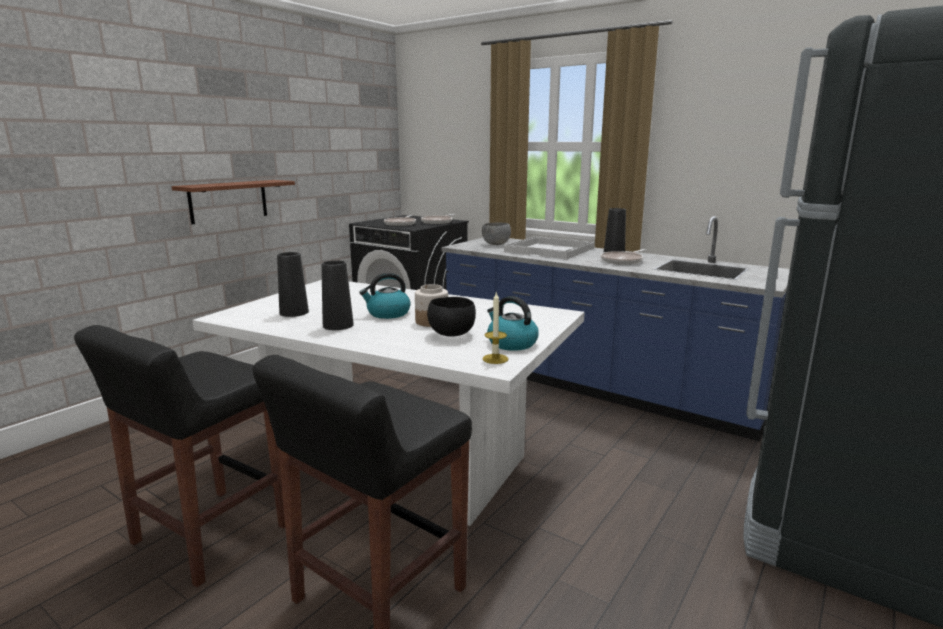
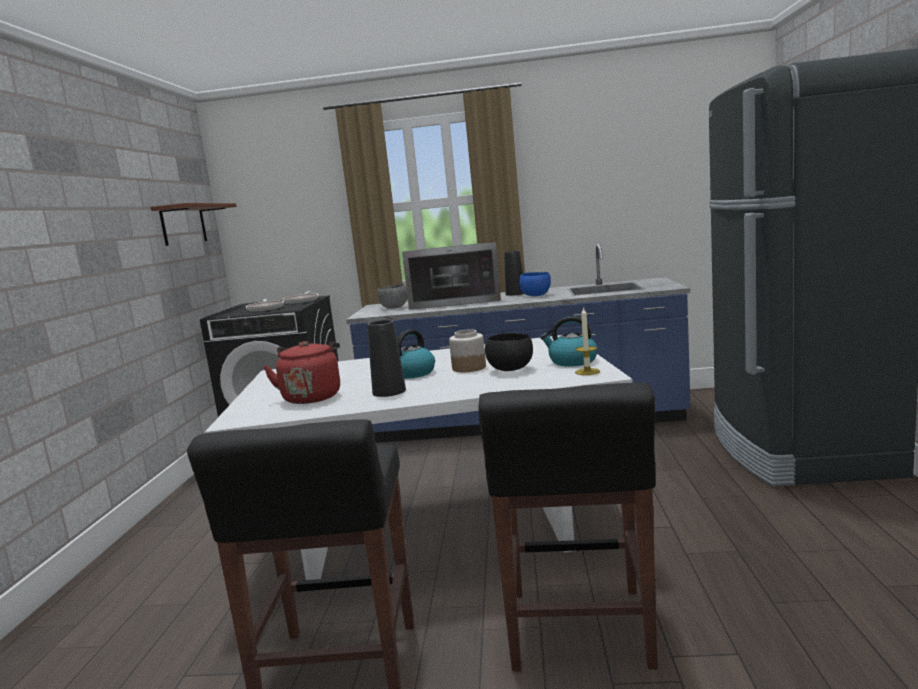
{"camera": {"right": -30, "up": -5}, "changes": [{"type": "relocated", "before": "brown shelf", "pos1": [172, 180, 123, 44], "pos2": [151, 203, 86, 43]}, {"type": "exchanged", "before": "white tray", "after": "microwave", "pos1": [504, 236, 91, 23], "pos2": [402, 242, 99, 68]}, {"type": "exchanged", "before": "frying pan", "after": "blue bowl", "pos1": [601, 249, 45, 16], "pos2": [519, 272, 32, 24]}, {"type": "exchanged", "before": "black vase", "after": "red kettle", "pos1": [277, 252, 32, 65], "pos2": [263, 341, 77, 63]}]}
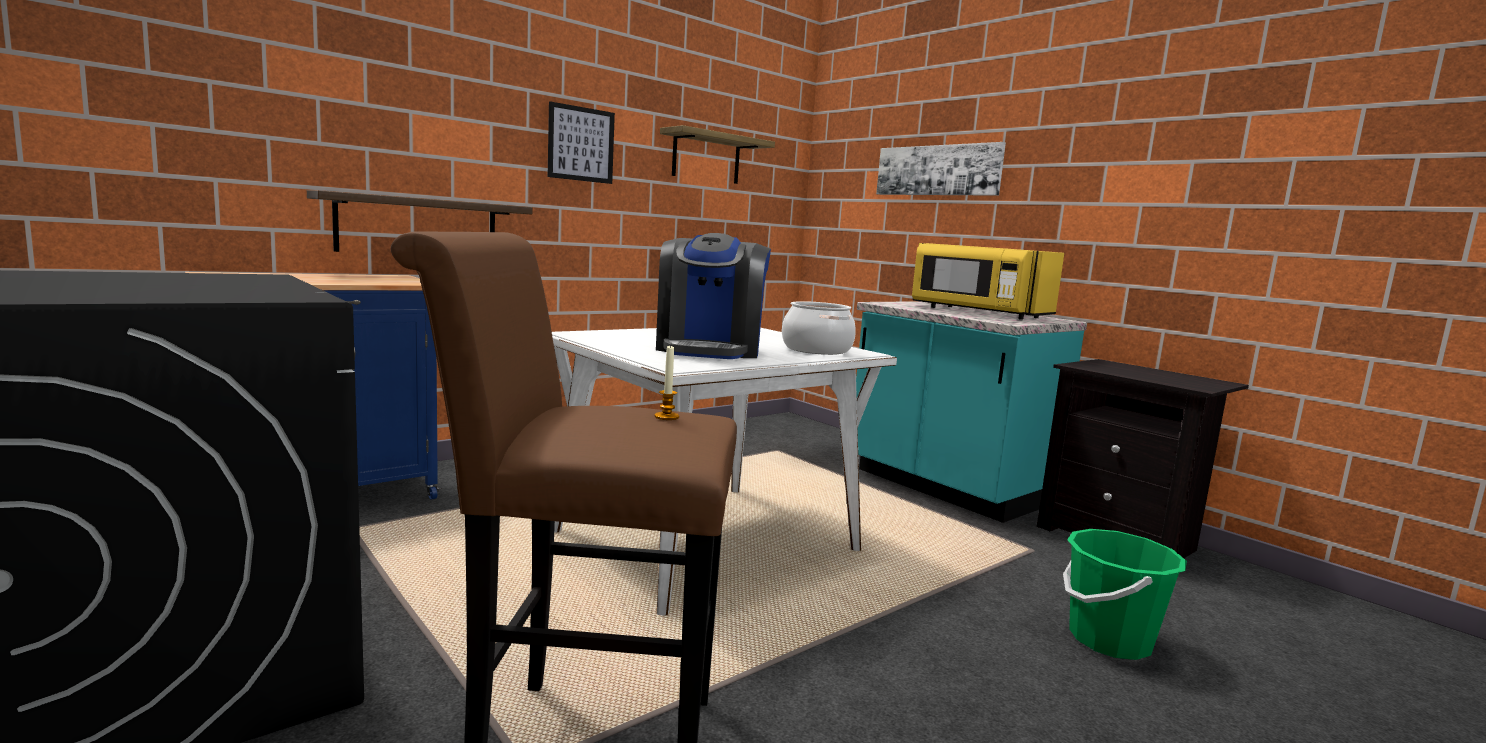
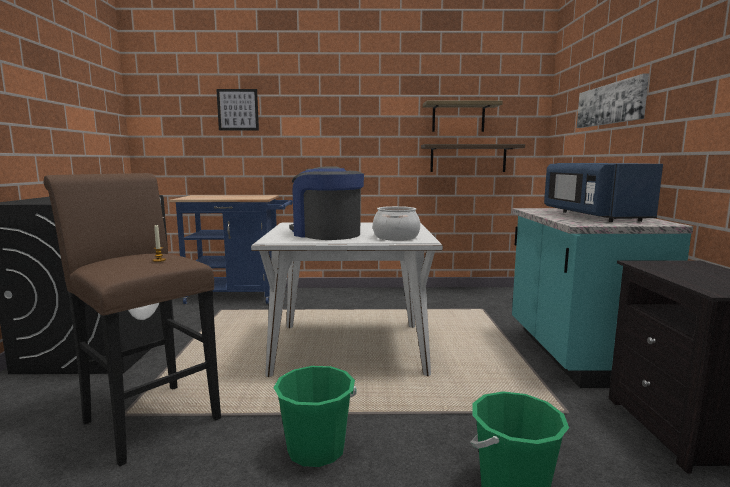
{"camera": {"right": 40, "up": 0}, "changes": [{"type": "relocated", "before": "picture", "pos1": [548, 101, 67, 83], "pos2": [216, 89, 43, 41]}, {"type": "relocated", "before": "shelf", "pos1": [307, 190, 225, 62], "pos2": [421, 144, 104, 28]}, {"type": "spun", "before": "coffee machine", "pos1": [656, 233, 115, 126], "pos2": [289, 166, 75, 74], "turn": 90}, {"type": "colour", "before": "yellow microwave", "after": "blue microwave", "pos1": [912, 243, 152, 77], "pos2": [544, 163, 119, 59]}, {"type": "appeared", "after": "green bucket", "pos2": [274, 366, 83, 101]}]}
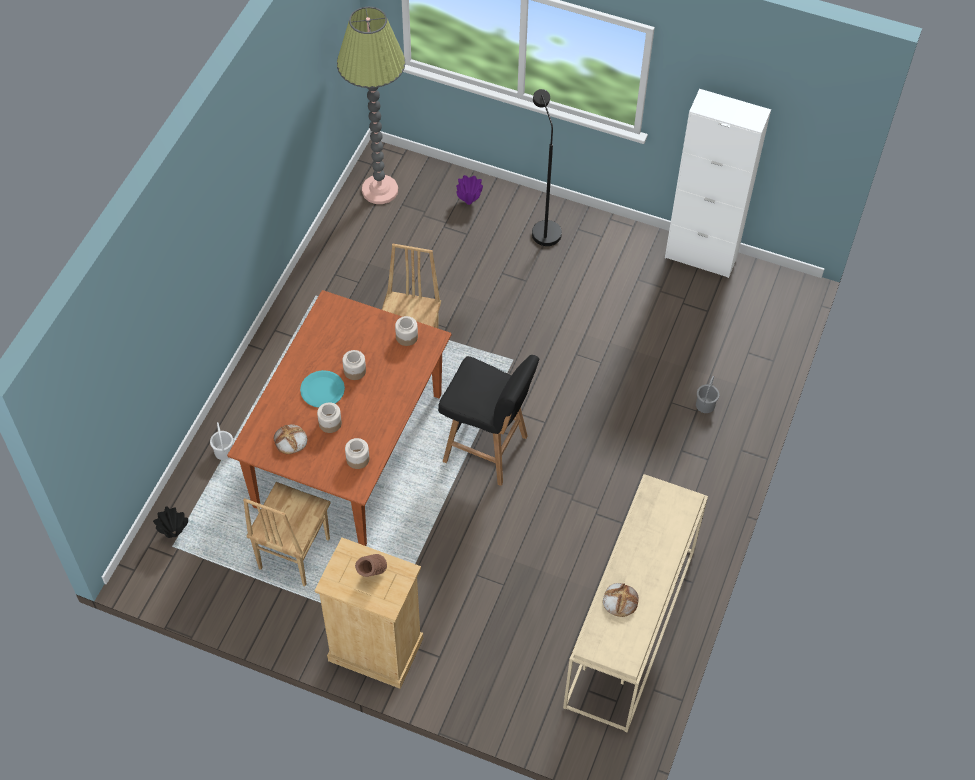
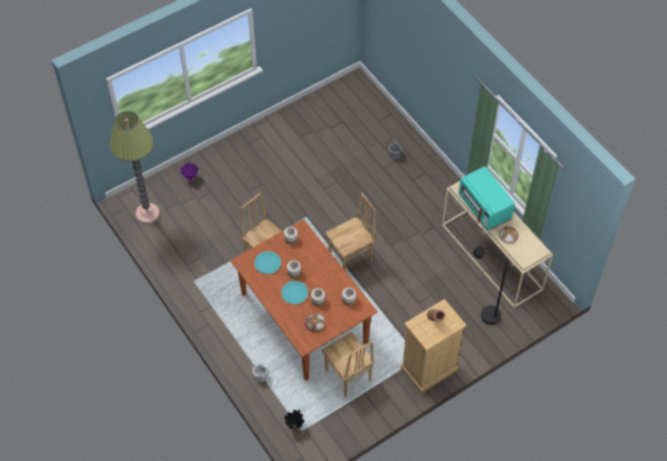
{"camera": {"right": -55, "up": 0}, "changes": [{"type": "relocated", "before": "black floor lamp", "pos1": [532, 89, 30, 157], "pos2": [473, 247, 35, 78]}, {"type": "missing", "before": "white cabinet", "pos1": [665, 89, 106, 189]}, {"type": "exchanged", "before": "black stool", "after": "brown chair", "pos1": [438, 355, 101, 131], "pos2": [325, 193, 51, 78]}, {"type": "appeared", "after": "turquoise microwave", "pos2": [458, 166, 57, 65]}, {"type": "appeared", "after": "turquoise plate", "pos2": [254, 251, 27, 23]}]}
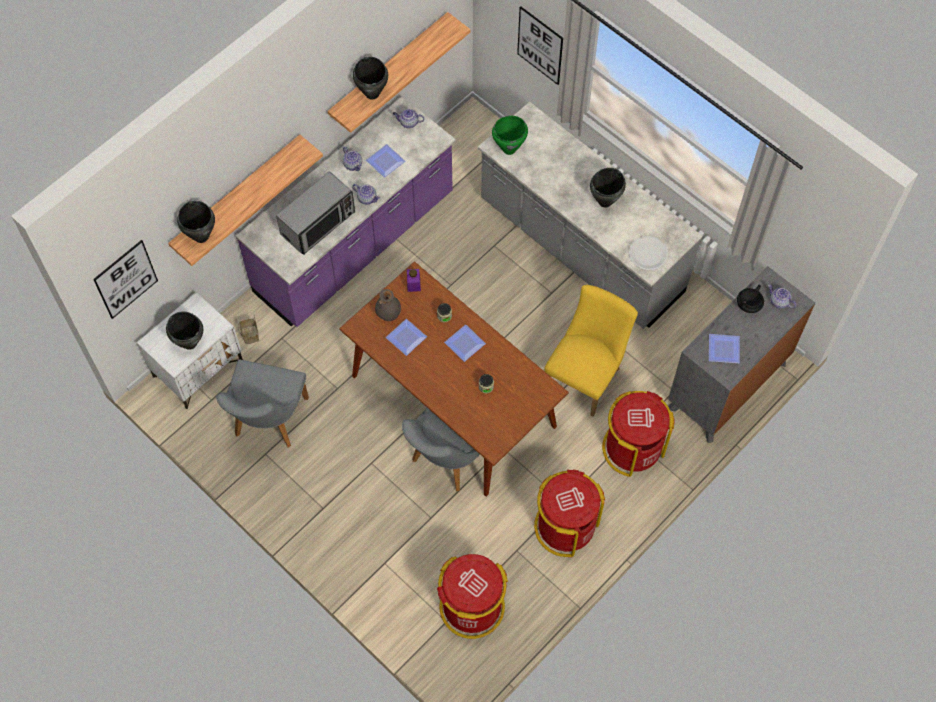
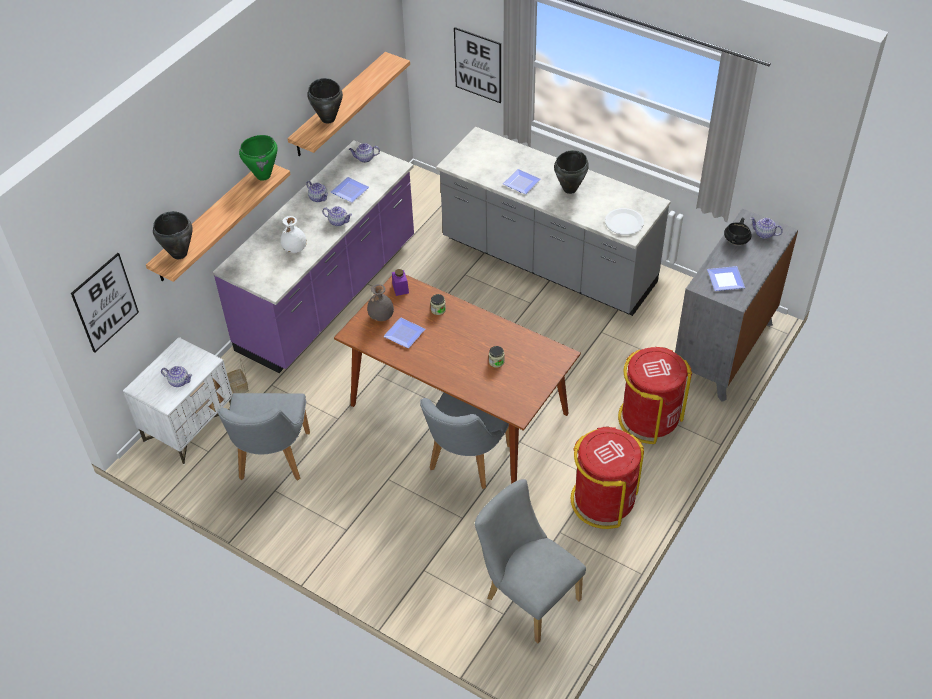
{"camera": {"right": -10, "up": -15}, "changes": [{"type": "relocated", "before": "green cooking pot", "pos1": [492, 116, 36, 39], "pos2": [239, 135, 39, 46]}, {"type": "exchanged", "before": "microwave", "after": "white vase", "pos1": [276, 172, 79, 83], "pos2": [281, 216, 26, 37]}, {"type": "missing", "before": "yellow chair", "pos1": [544, 285, 94, 132]}, {"type": "exchanged", "before": "black cooking pot", "after": "teapot", "pos1": [166, 312, 37, 38], "pos2": [161, 366, 32, 21]}, {"type": "relocated", "before": "plate", "pos1": [444, 325, 42, 37], "pos2": [503, 169, 38, 25]}, {"type": "exchanged", "before": "red trash can", "after": "grey chair", "pos1": [437, 554, 71, 85], "pos2": [475, 479, 111, 164]}]}
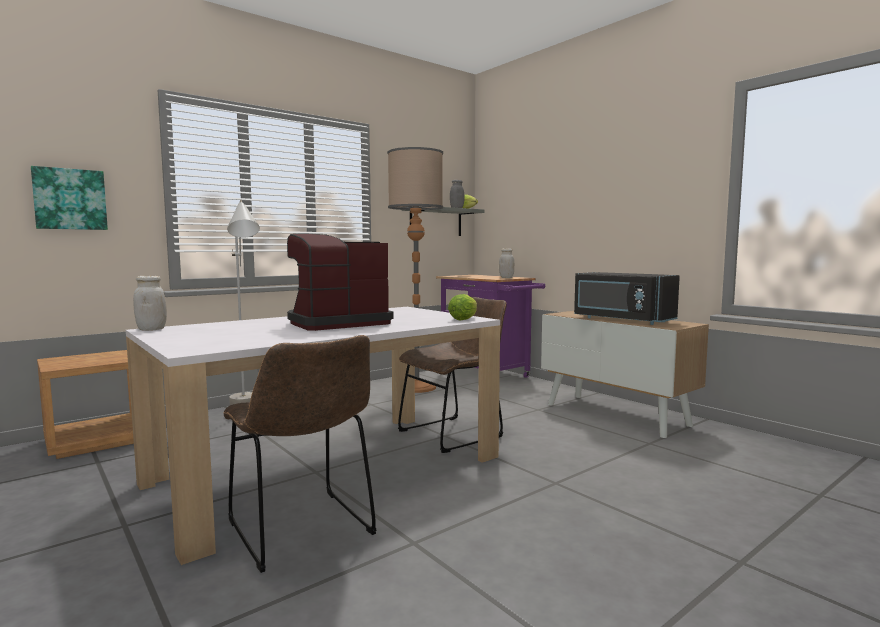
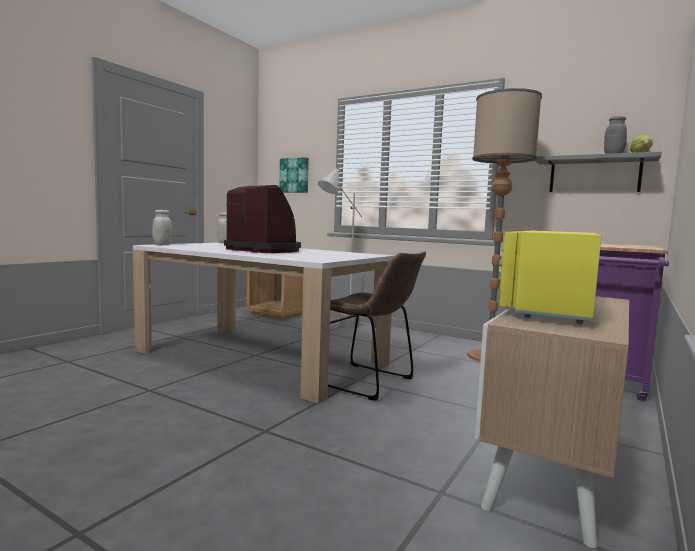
{"camera": {"right": 70, "up": 0}, "changes": [{"type": "relocated", "before": "white jar", "pos1": [499, 248, 15, 30], "pos2": [152, 210, 20, 35]}, {"type": "colour", "before": "black microwave", "after": "yellow microwave", "pos1": [574, 272, 106, 53], "pos2": [499, 231, 103, 93]}, {"type": "missing", "before": "lettuce", "pos1": [448, 294, 29, 26]}, {"type": "missing", "before": "brown chair", "pos1": [224, 335, 153, 238]}]}
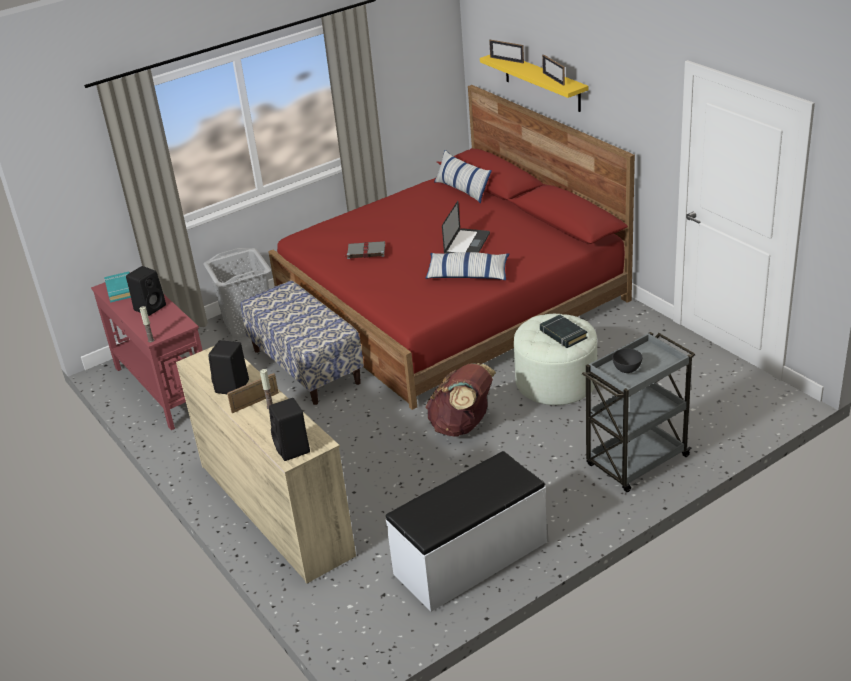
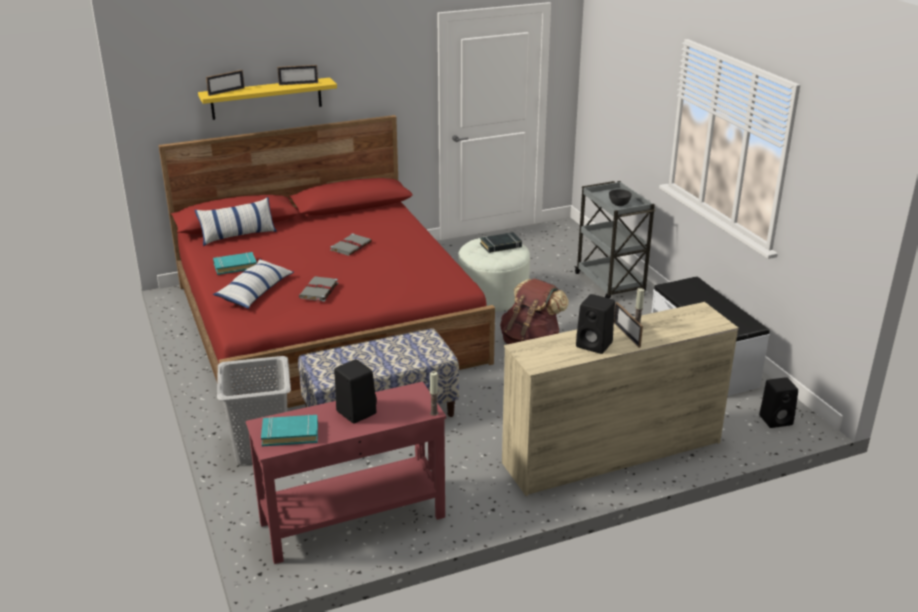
{"camera": {"right": -80, "up": -5}, "changes": [{"type": "exchanged", "before": "laptop", "after": "grey book", "pos1": [442, 201, 48, 53], "pos2": [330, 233, 42, 23]}, {"type": "relocated", "before": "pillow", "pos1": [426, 252, 83, 28], "pos2": [213, 259, 81, 50]}, {"type": "relocated", "before": "black speaker", "pos1": [269, 398, 41, 63], "pos2": [759, 377, 39, 51]}, {"type": "appeared", "after": "turquoise book", "pos2": [213, 252, 44, 23]}]}
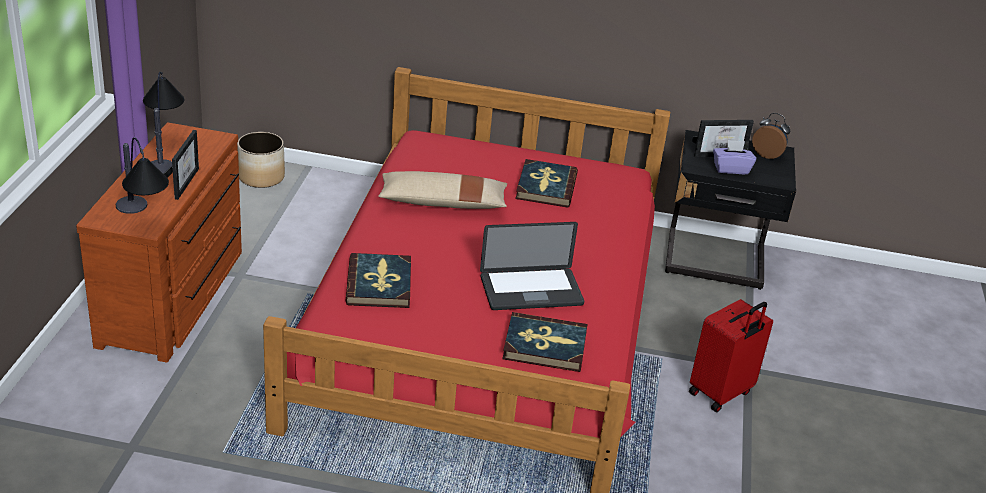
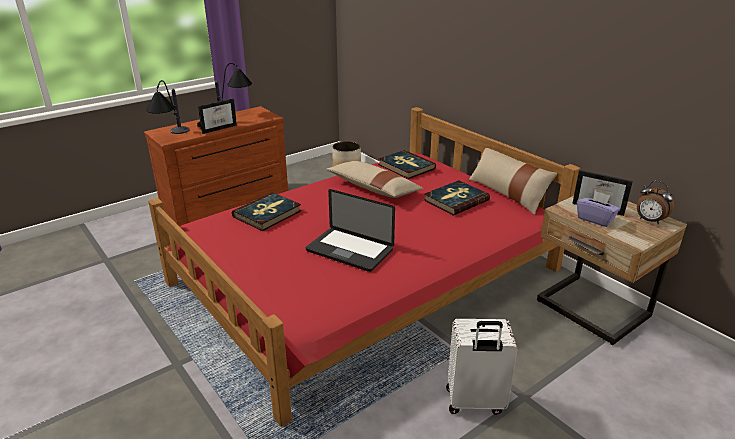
{"camera": {"right": 45, "up": -5}, "changes": [{"type": "spun", "before": "alarm clock", "pos1": [752, 113, 38, 46], "pos2": [637, 181, 37, 43], "turn": 150}, {"type": "colour", "before": "black nightstand", "after": "beige nightstand", "pos1": [665, 130, 131, 160], "pos2": [537, 196, 150, 149]}, {"type": "colour", "before": "red suitcase", "after": "white suitcase", "pos1": [689, 299, 84, 113], "pos2": [446, 319, 72, 96]}, {"type": "relocated", "before": "book", "pos1": [502, 312, 85, 60], "pos2": [378, 150, 58, 29]}, {"type": "appeared", "after": "beige pillow", "pos2": [469, 148, 88, 67]}]}
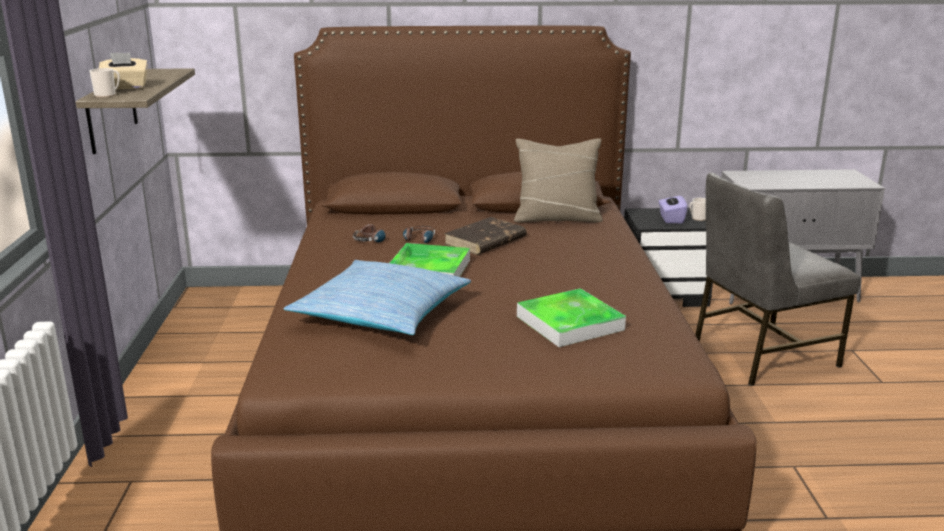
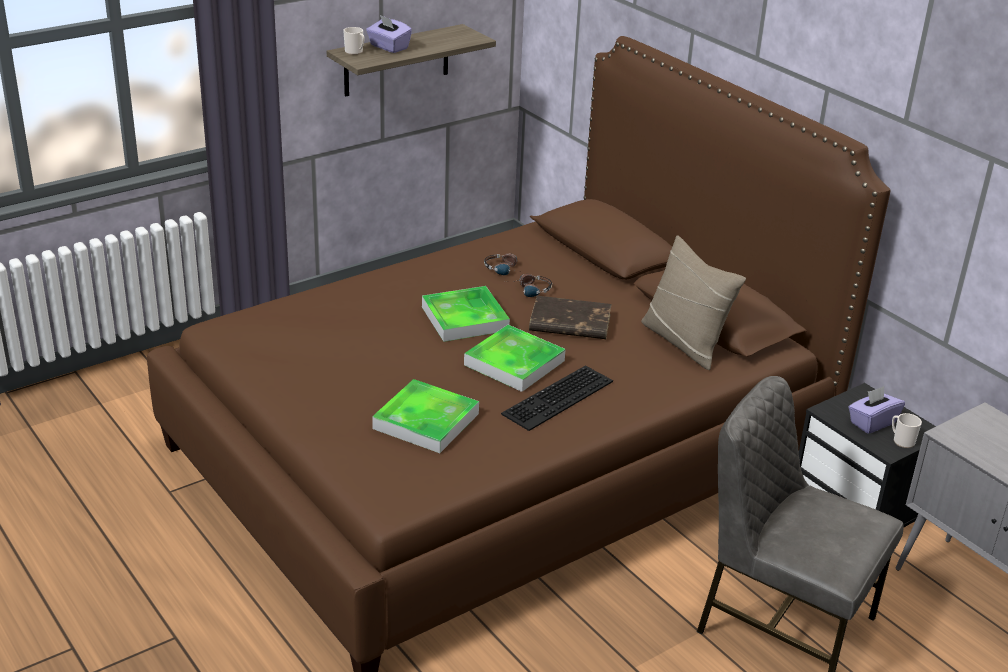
{"camera": {"right": 55, "up": 10}, "changes": [{"type": "colour", "before": "beige tissue box", "after": "purple tissue box", "pos1": [99, 52, 49, 38], "pos2": [366, 15, 46, 38]}, {"type": "missing", "before": "pillow", "pos1": [283, 260, 188, 75]}, {"type": "appeared", "after": "tray", "pos2": [464, 325, 101, 67]}, {"type": "appeared", "after": "keyboard", "pos2": [501, 365, 112, 66]}]}
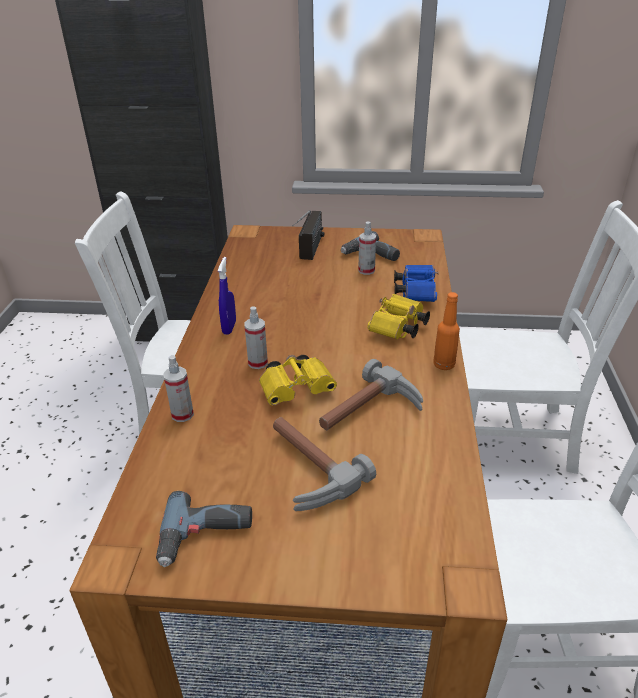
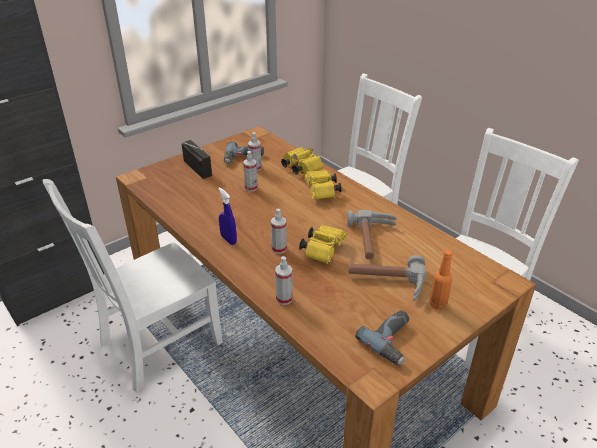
{"camera": {"right": -45, "up": 0}, "changes": [{"type": "colour", "before": "blue binoculars", "after": "yellow binoculars", "pos1": [394, 265, 45, 37], "pos2": [281, 147, 43, 28]}, {"type": "relocated", "before": "orange bottle", "pos1": [434, 292, 26, 78], "pos2": [429, 250, 23, 60]}, {"type": "appeared", "after": "spray bottle", "pos2": [243, 151, 15, 41]}]}
